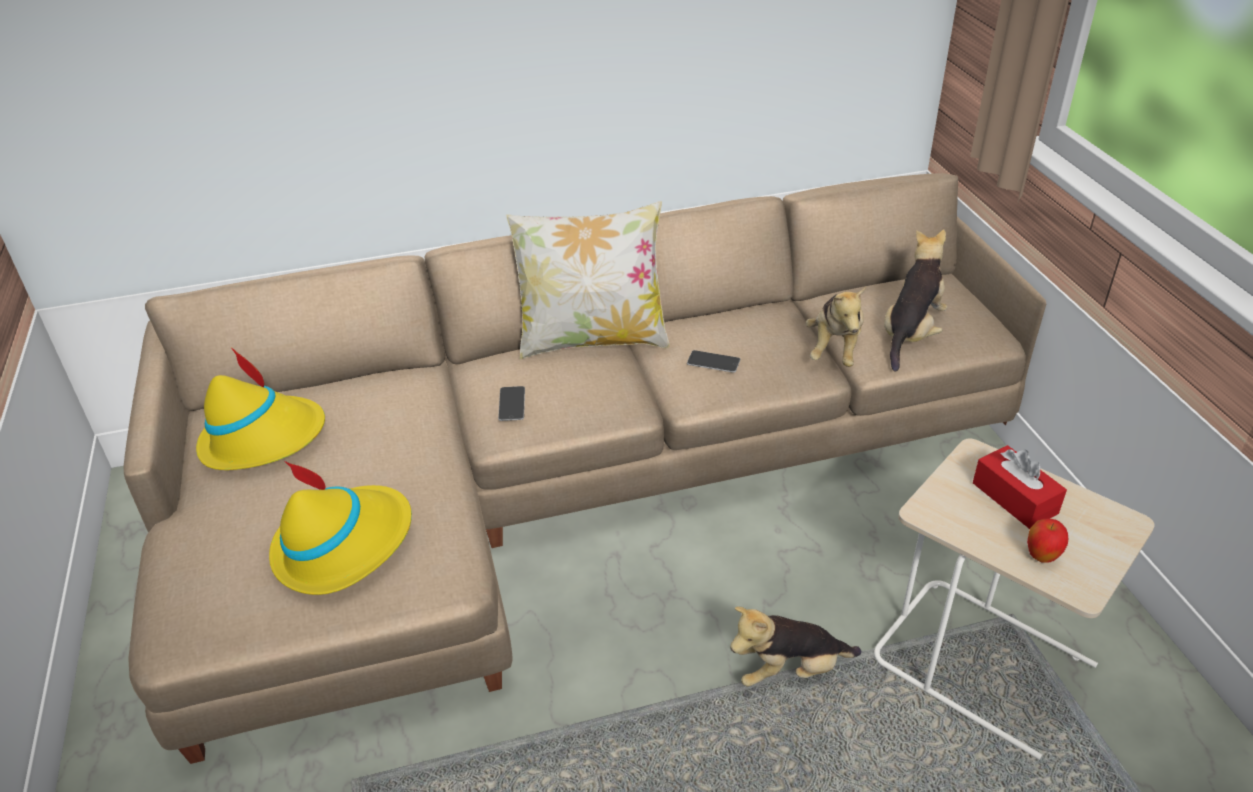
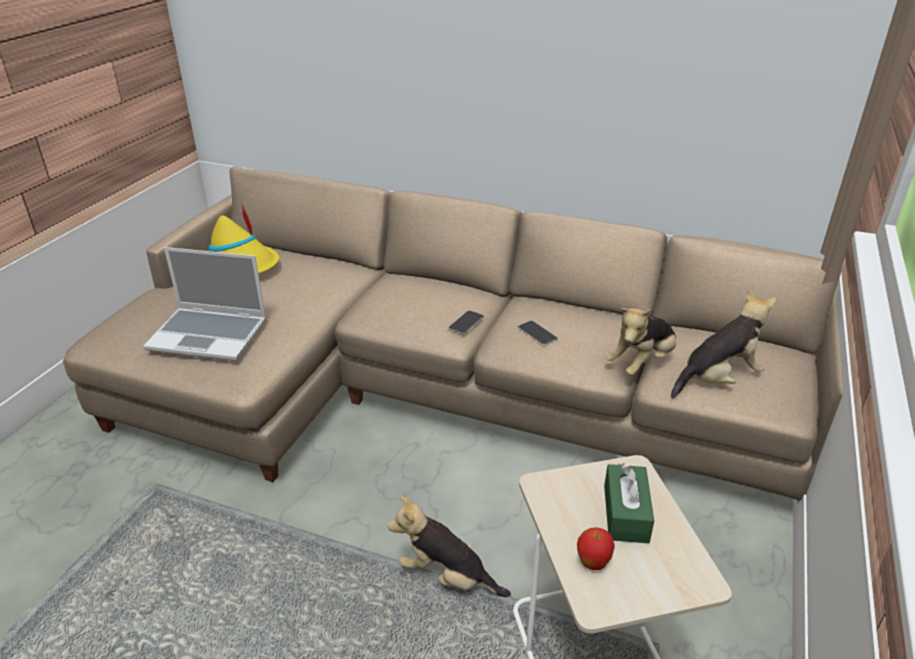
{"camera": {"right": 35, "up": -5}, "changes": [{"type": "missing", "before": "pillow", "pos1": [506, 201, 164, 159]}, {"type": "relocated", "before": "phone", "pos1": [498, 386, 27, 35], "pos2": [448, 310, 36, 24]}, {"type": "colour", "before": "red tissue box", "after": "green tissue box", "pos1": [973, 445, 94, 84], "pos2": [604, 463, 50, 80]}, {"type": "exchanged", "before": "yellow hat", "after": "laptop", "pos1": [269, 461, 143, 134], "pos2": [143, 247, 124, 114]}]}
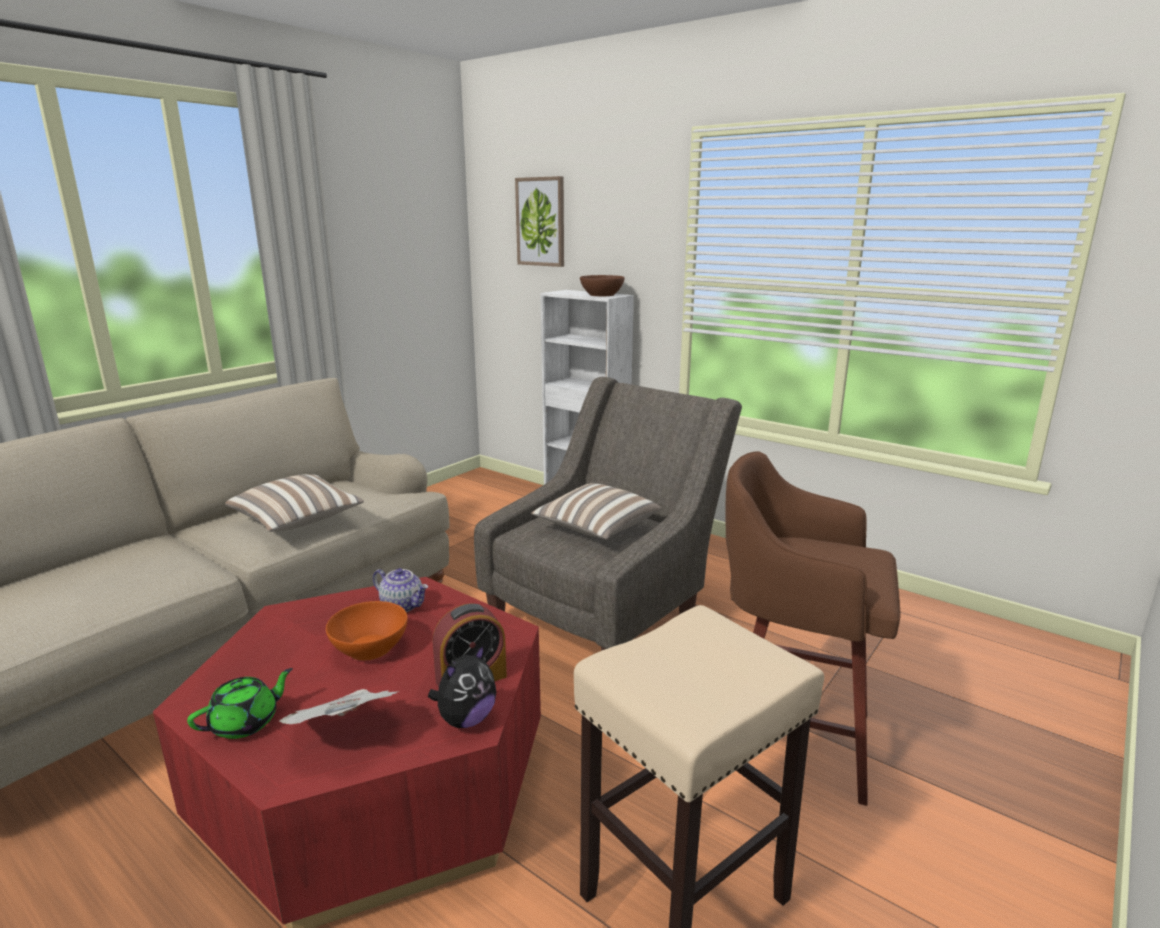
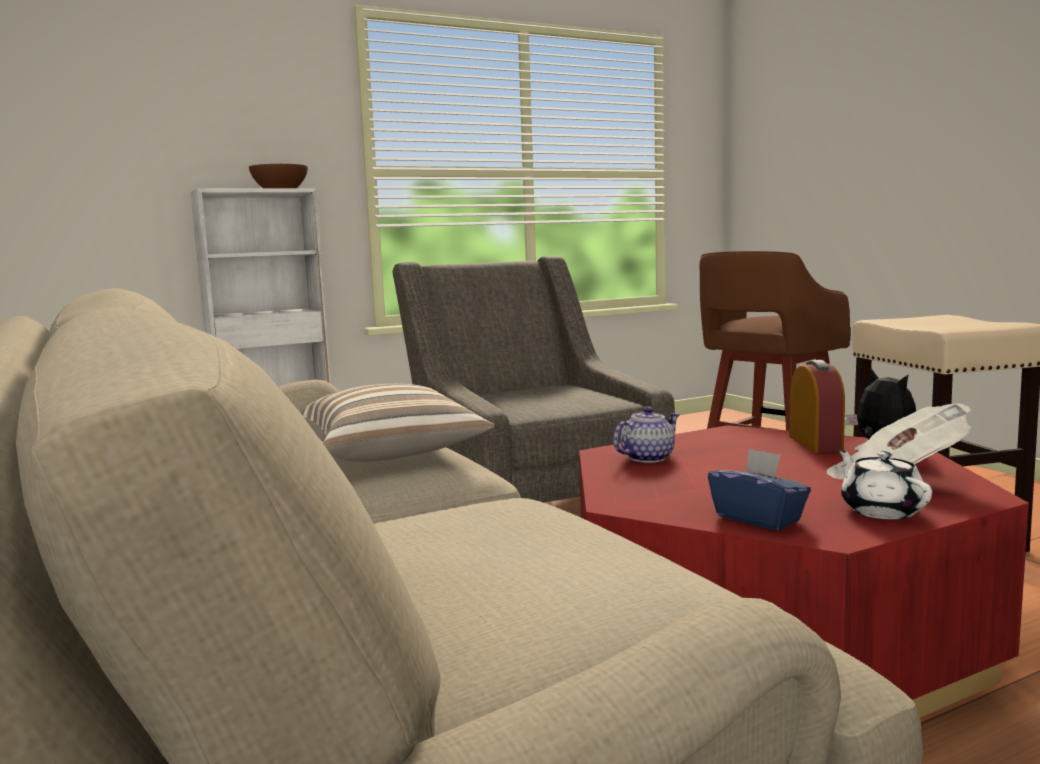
{"camera": {"right": -65, "up": -10}, "changes": [{"type": "missing", "before": "picture", "pos1": [515, 176, 49, 91]}, {"type": "missing", "before": "pillow", "pos1": [531, 483, 131, 57]}, {"type": "missing", "before": "orange bowl", "pos1": [326, 601, 82, 59]}, {"type": "colour", "before": "green teapot", "after": "white teapot", "pos1": [187, 668, 106, 71], "pos2": [838, 450, 94, 69]}, {"type": "appeared", "after": "blue tissue box", "pos2": [708, 448, 103, 83]}]}
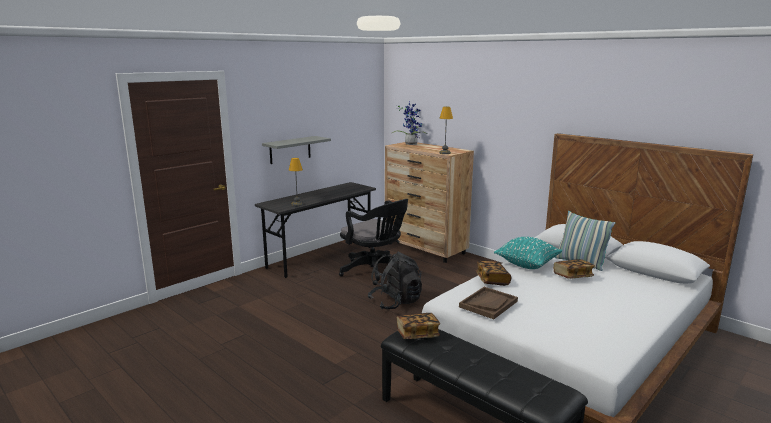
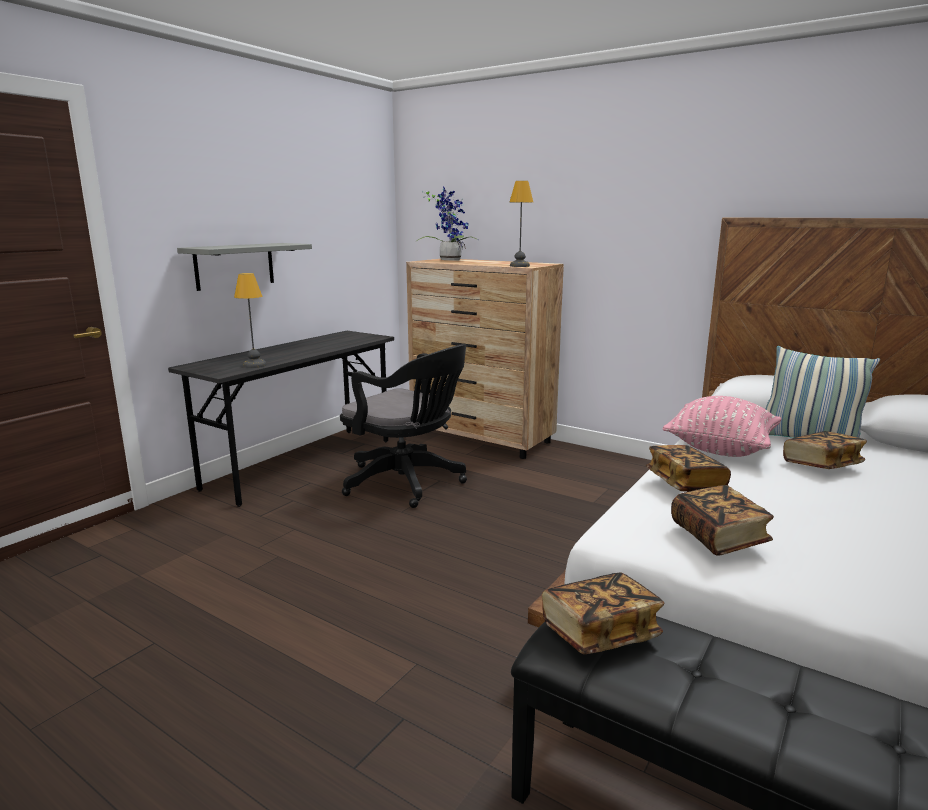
{"camera": {"right": -10, "up": 0}, "changes": [{"type": "colour", "before": "turquoise pillow", "after": "pink pillow", "pos1": [494, 237, 68, 32], "pos2": [663, 396, 118, 61]}, {"type": "missing", "before": "black backpack", "pos1": [368, 252, 54, 57]}, {"type": "exchanged", "before": "brown tray", "after": "book", "pos1": [459, 287, 59, 32], "pos2": [671, 485, 103, 70]}]}
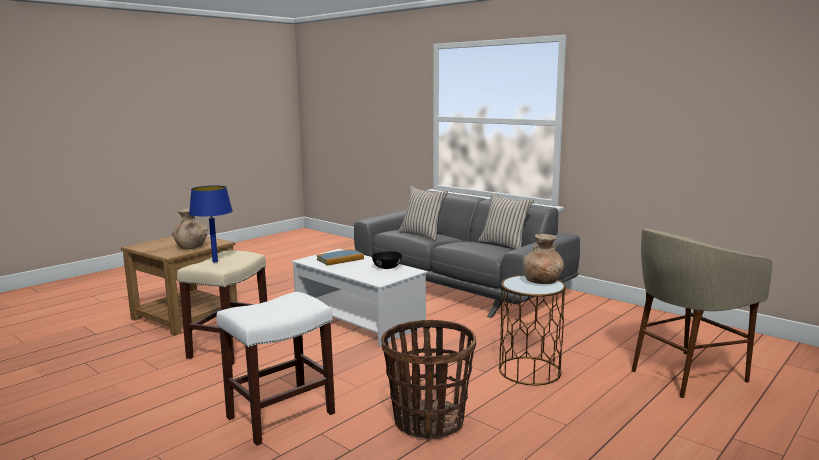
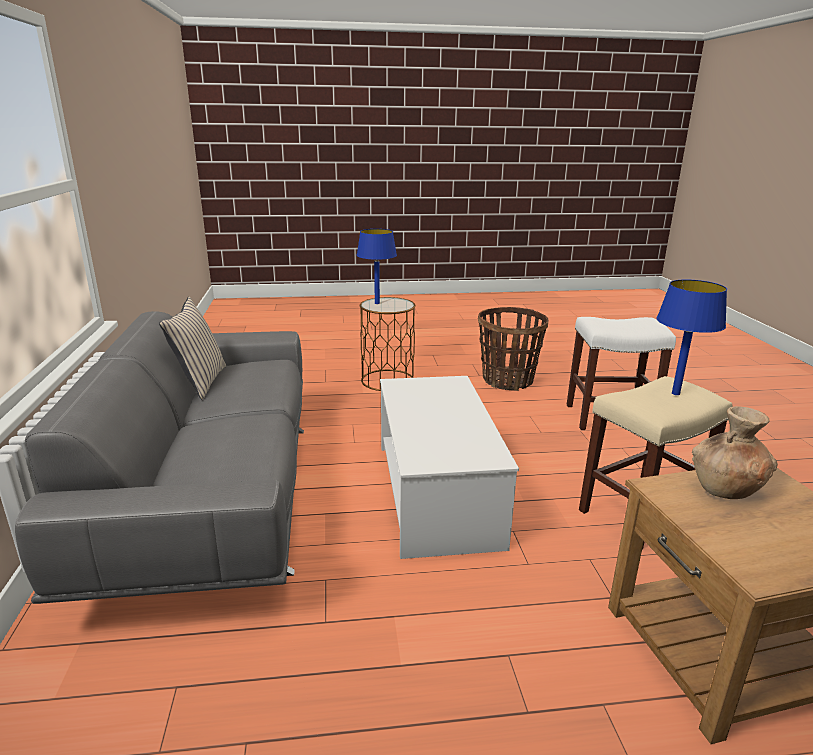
{"camera": {"right": -140, "up": 10}, "changes": [{"type": "missing", "before": "beige pillow", "pos1": [398, 186, 50, 55]}, {"type": "missing", "before": "beige stool", "pos1": [632, 229, 140, 169]}, {"type": "exchanged", "before": "brown vase", "after": "blue table lamp", "pos1": [523, 234, 41, 50], "pos2": [357, 229, 40, 75]}, {"type": "missing", "before": "book", "pos1": [317, 249, 47, 17]}, {"type": "missing", "before": "black bowl", "pos1": [372, 251, 30, 18]}]}
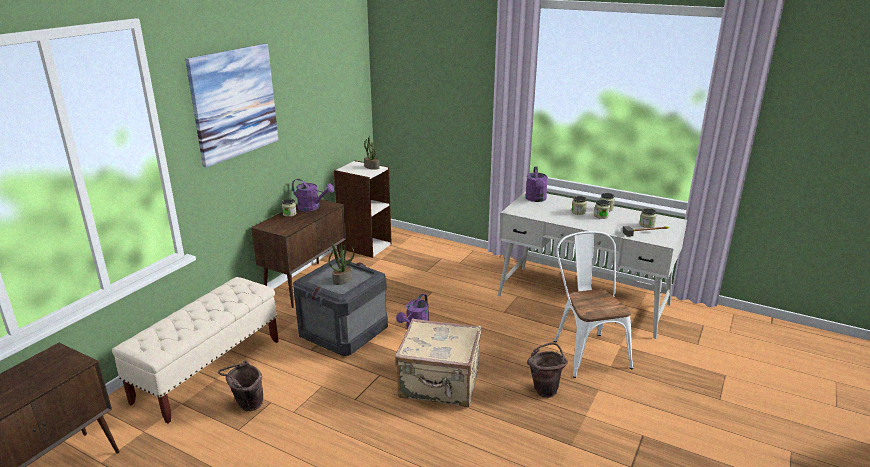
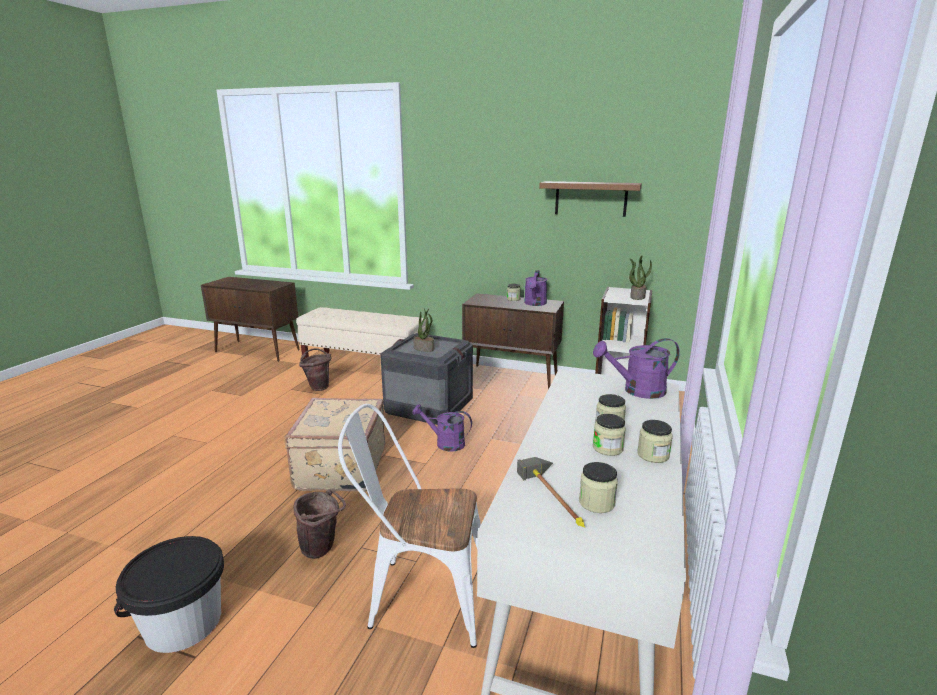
{"camera": {"right": 80, "up": -5}, "changes": [{"type": "missing", "before": "picture", "pos1": [185, 44, 93, 123]}, {"type": "spun", "before": "white chair", "pos1": [554, 231, 79, 147], "pos2": [338, 404, 143, 244], "turn": -150}, {"type": "appeared", "after": "brown shelf", "pos2": [539, 181, 103, 36]}, {"type": "appeared", "after": "black bucket", "pos2": [114, 536, 110, 117]}]}
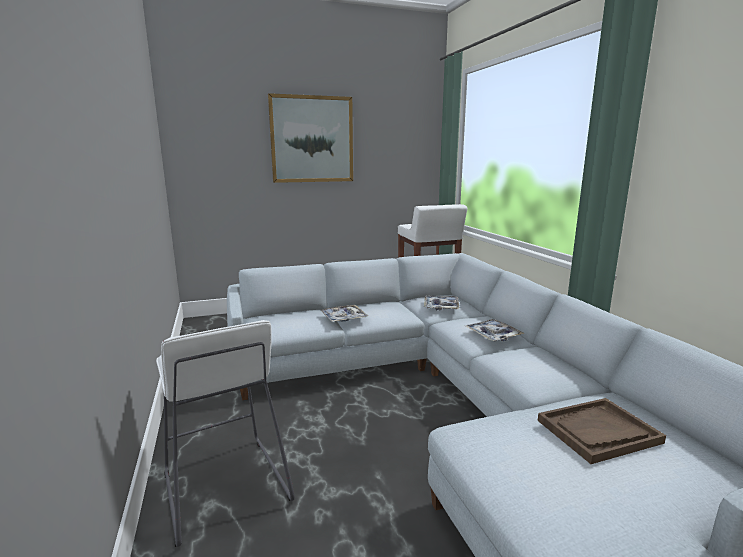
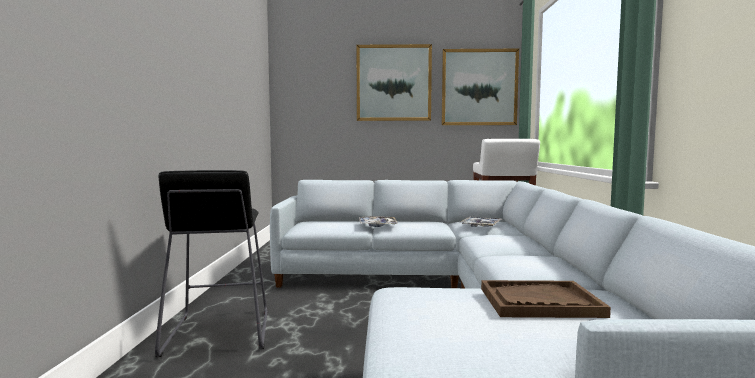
{"camera": {"right": 20, "up": -10}, "changes": [{"type": "missing", "before": "tray", "pos1": [466, 319, 58, 22]}, {"type": "colour", "before": "white stool", "after": "black stool", "pos1": [156, 320, 139, 227], "pos2": [155, 170, 113, 187]}, {"type": "appeared", "after": "picture", "pos2": [442, 49, 77, 76]}]}
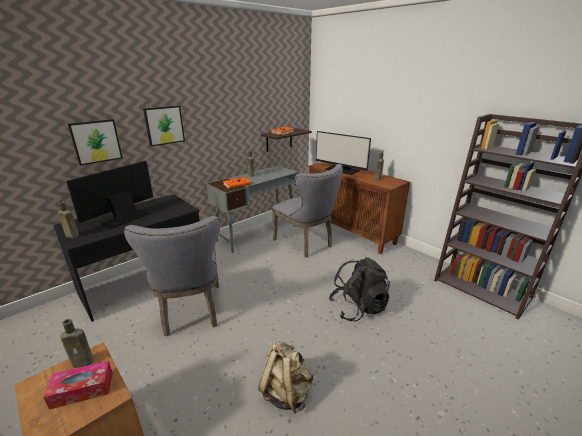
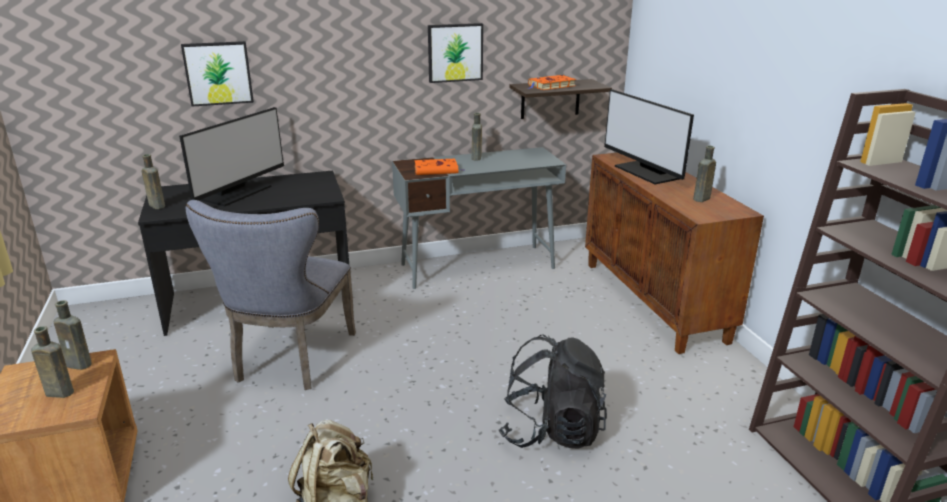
{"camera": {"right": 25, "up": 0}, "changes": [{"type": "relocated", "before": "picture", "pos1": [143, 106, 42, 40], "pos2": [428, 23, 55, 60]}, {"type": "spun", "before": "monitor", "pos1": [66, 161, 87, 68], "pos2": [179, 107, 105, 100], "turn": 150}, {"type": "missing", "before": "grey chair", "pos1": [272, 164, 71, 93]}, {"type": "exchanged", "before": "tissue box", "after": "brown bottle", "pos1": [43, 361, 70, 49], "pos2": [31, 326, 43, 72]}]}
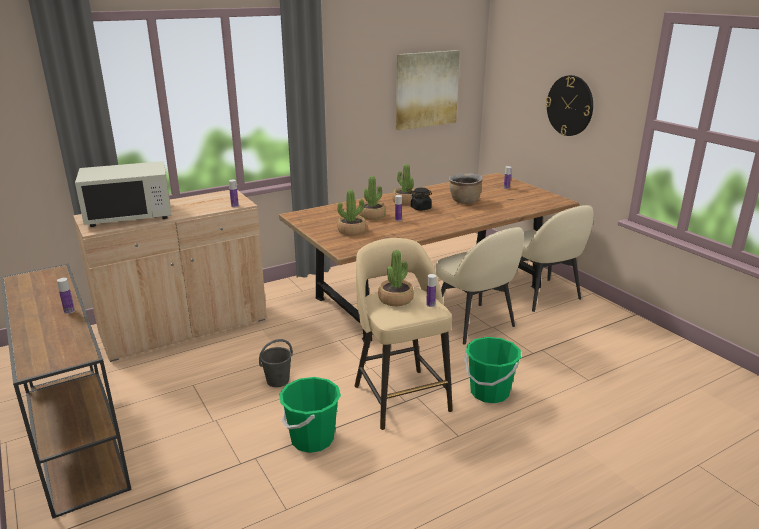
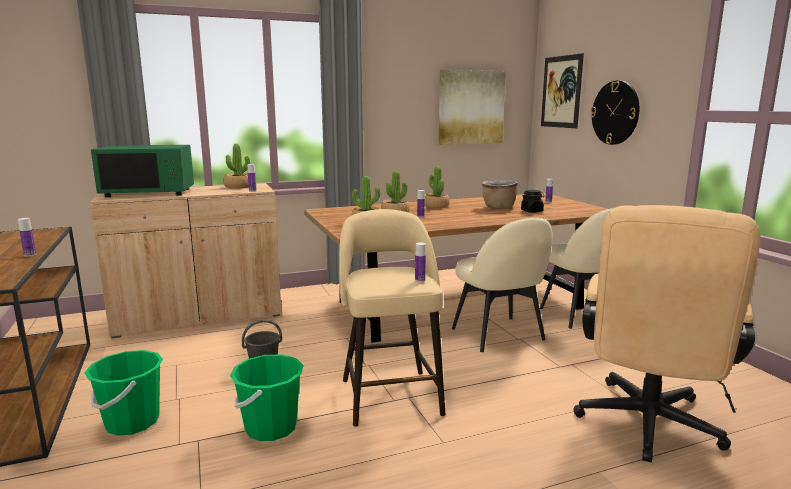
{"camera": {"right": 10, "up": -10}, "changes": [{"type": "colour", "before": "white microwave", "after": "green microwave", "pos1": [75, 161, 97, 66], "pos2": [91, 145, 103, 52]}, {"type": "relocated", "before": "black jar", "pos1": [411, 188, 21, 23], "pos2": [521, 190, 23, 23]}, {"type": "relocated", "before": "potted plant", "pos1": [378, 250, 36, 56], "pos2": [224, 144, 26, 45]}, {"type": "relocated", "before": "green bucket", "pos1": [464, 337, 57, 66], "pos2": [85, 350, 78, 86]}, {"type": "appeared", "after": "picture", "pos2": [541, 53, 43, 75]}, {"type": "appeared", "after": "beige office chair", "pos2": [573, 205, 187, 258]}]}
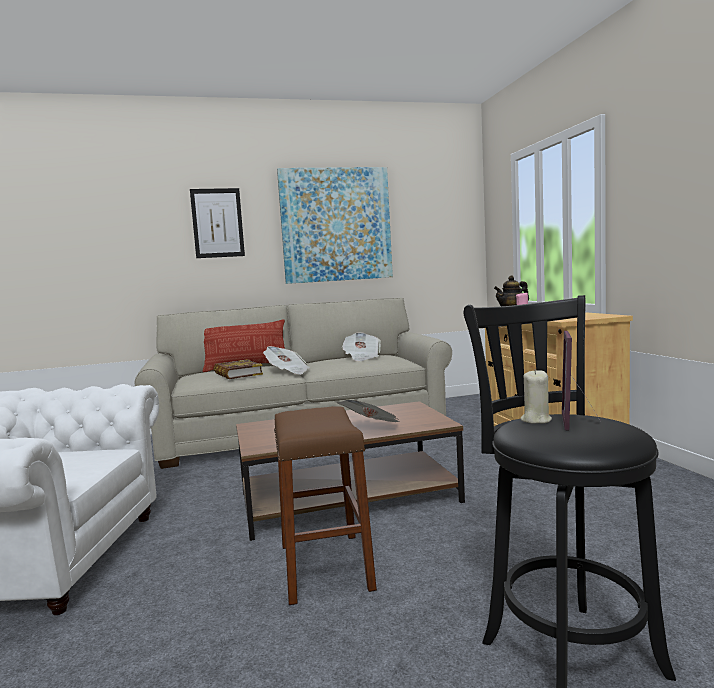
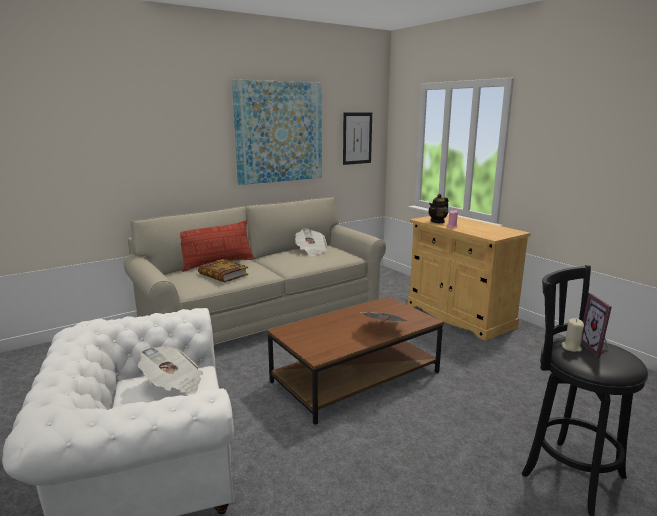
{"camera": {"right": -20, "up": 10}, "changes": [{"type": "relocated", "before": "picture", "pos1": [190, 188, 55, 70], "pos2": [343, 112, 29, 53]}, {"type": "relocated", "before": "newspaper", "pos1": [263, 346, 47, 29], "pos2": [138, 346, 65, 48]}, {"type": "missing", "before": "brown stool", "pos1": [274, 406, 103, 199]}]}
